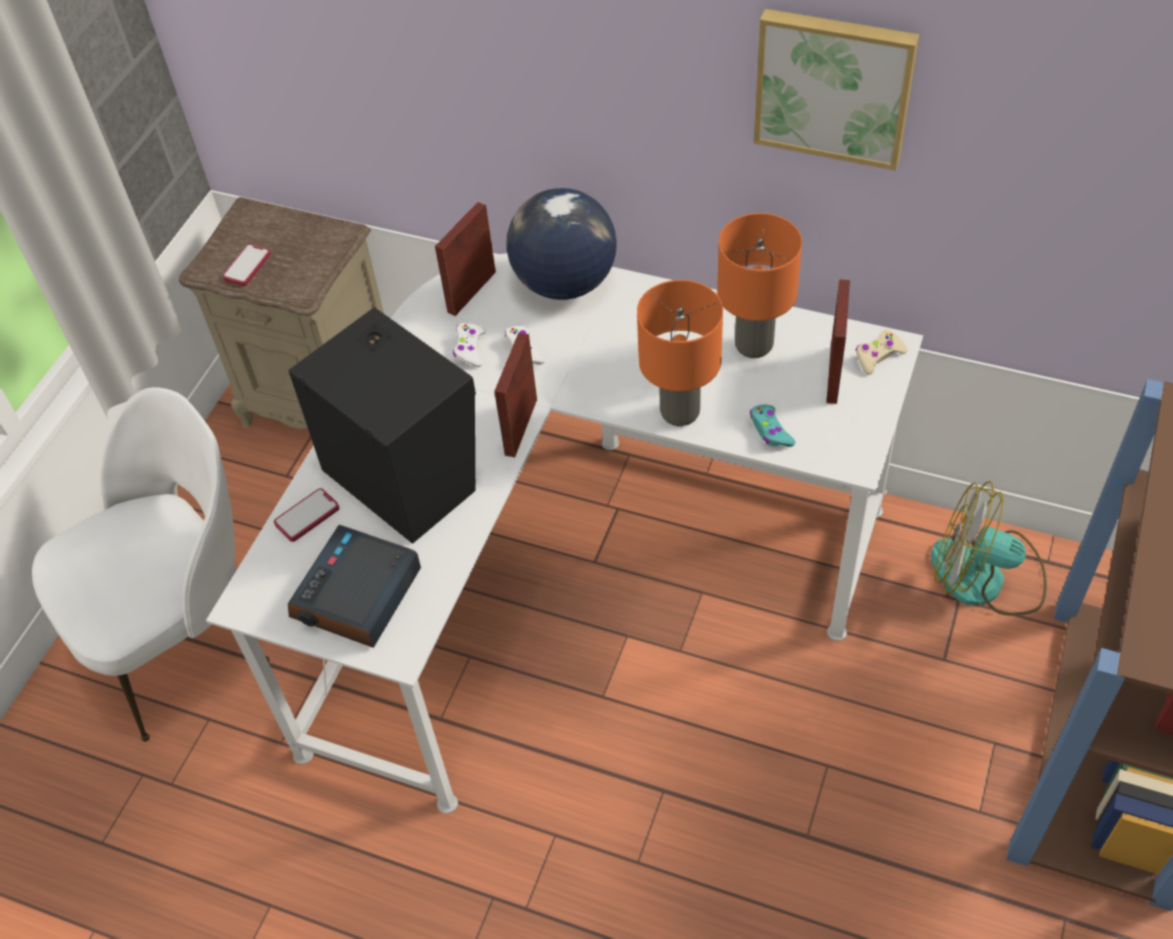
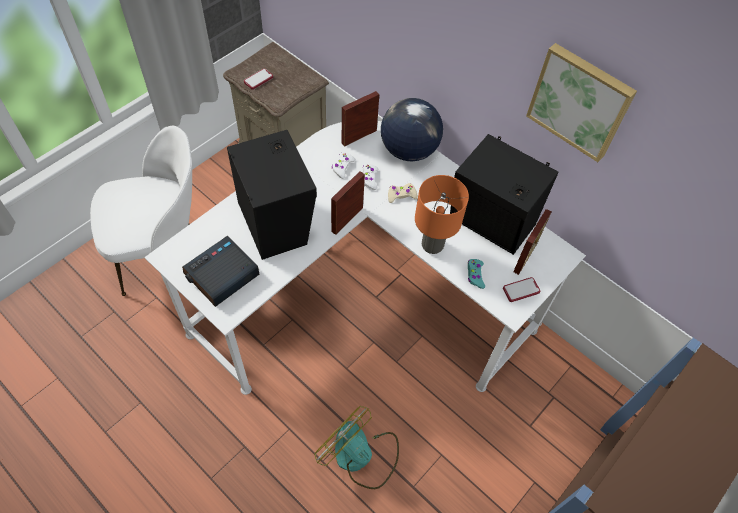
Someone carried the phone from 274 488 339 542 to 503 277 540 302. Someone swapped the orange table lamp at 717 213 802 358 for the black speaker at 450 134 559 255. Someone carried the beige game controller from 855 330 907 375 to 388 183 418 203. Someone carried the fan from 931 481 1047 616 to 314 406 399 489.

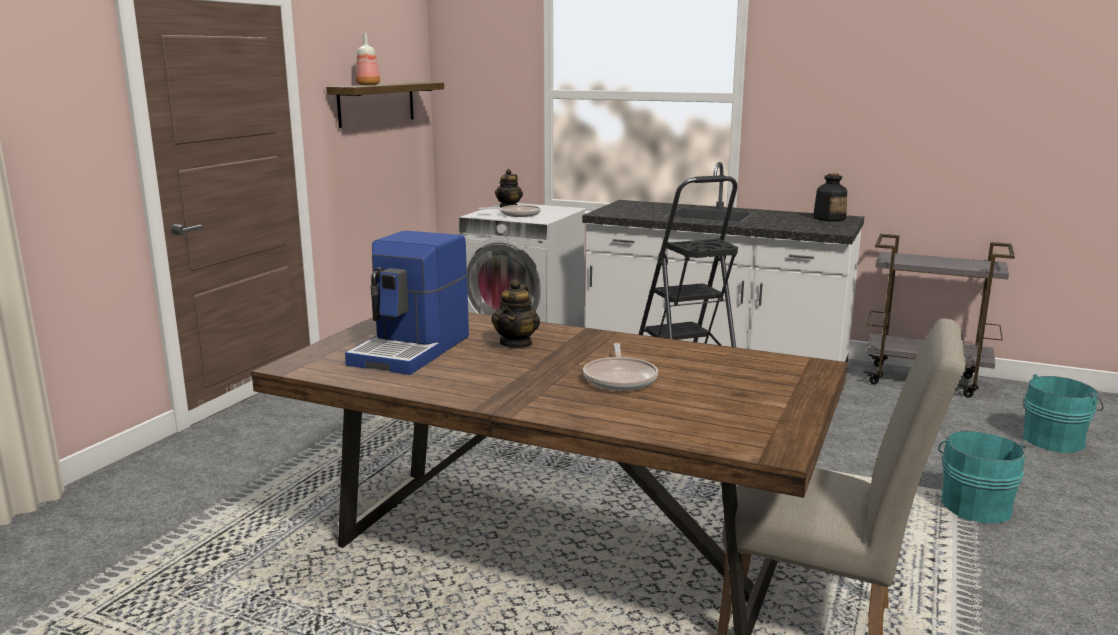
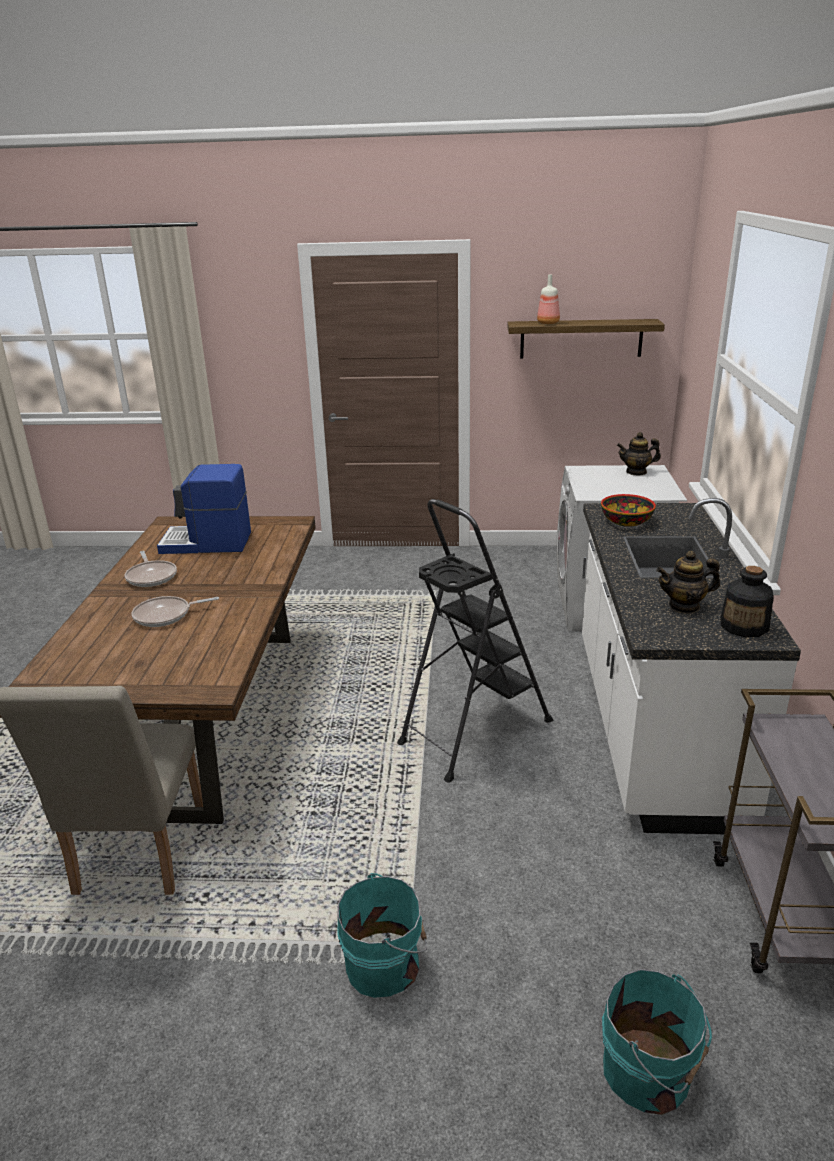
Someone carried the frying pan from 478 205 541 217 to 125 551 177 587. Someone carried the teapot from 491 279 540 349 to 656 551 720 614. Someone put down the bowl at 601 494 656 527.

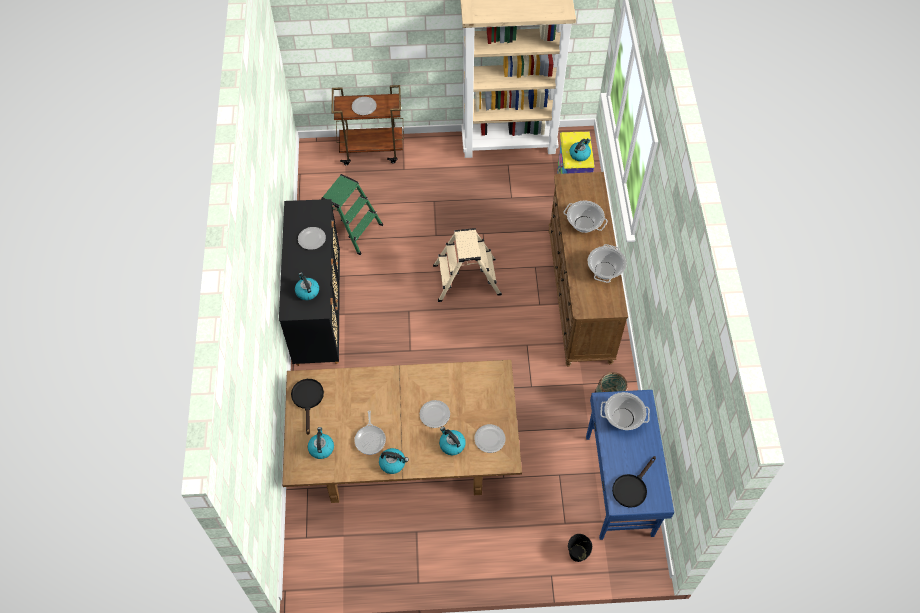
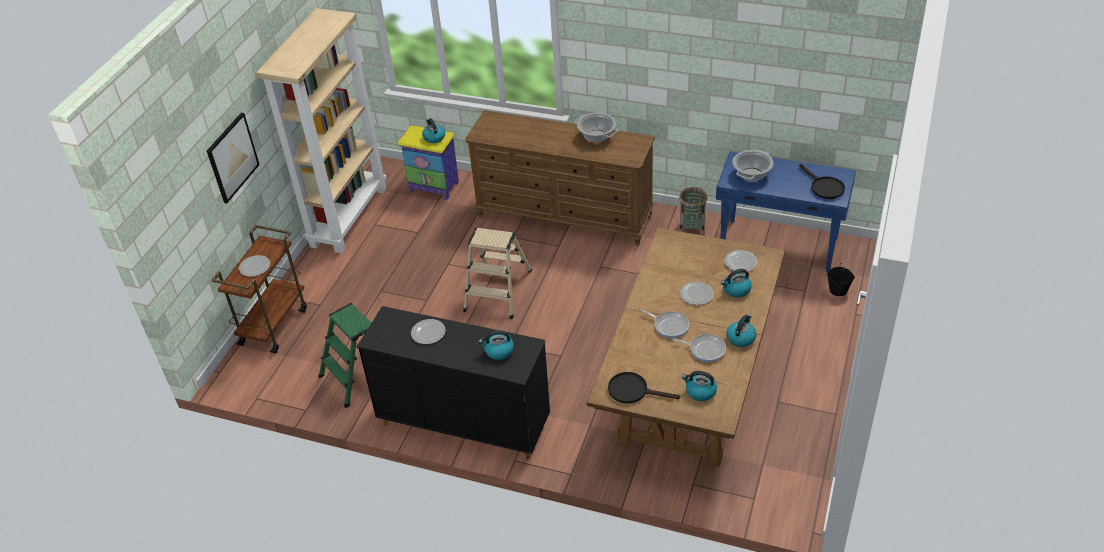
Someone took away the cooking pot at 563 201 608 233. Someone put up the picture at 207 113 260 203. Someone put down the frying pan at 641 309 689 338.

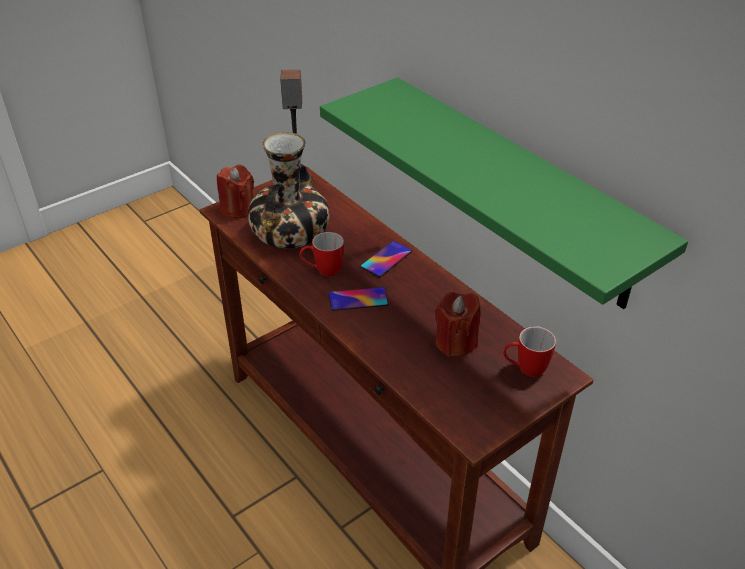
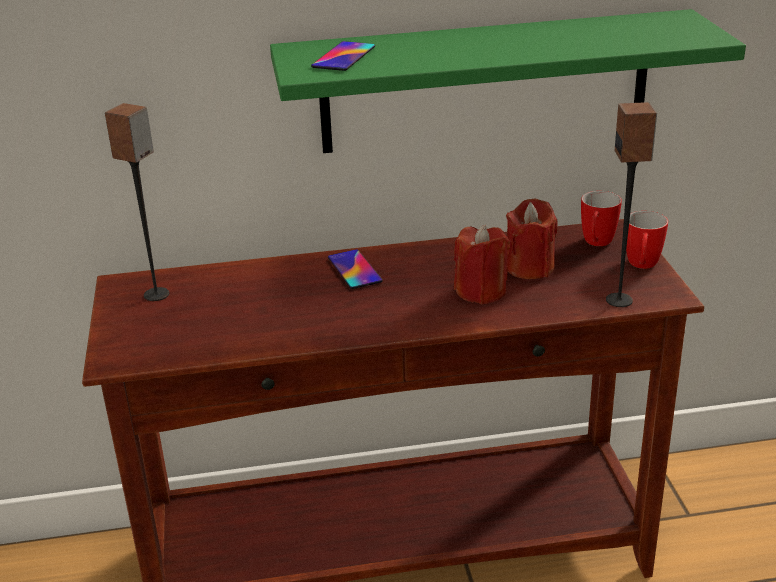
Someone carried the red candle from 217 165 254 218 to 454 225 510 304. Someone took away the vase at 248 132 330 248. Someone carried the mug from 300 232 344 277 to 626 211 668 269. Someone carried the phone from 329 287 388 311 to 311 41 375 71. Someone put down the speaker at 606 102 657 307.

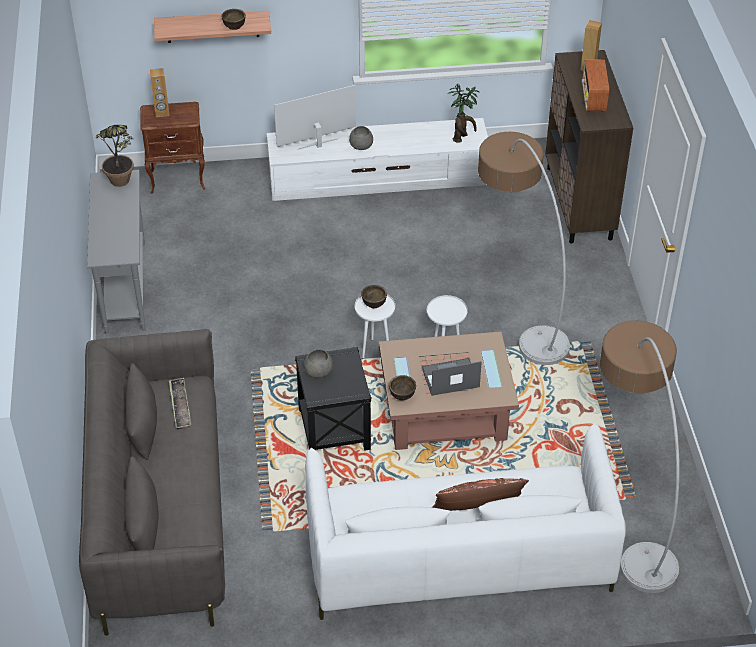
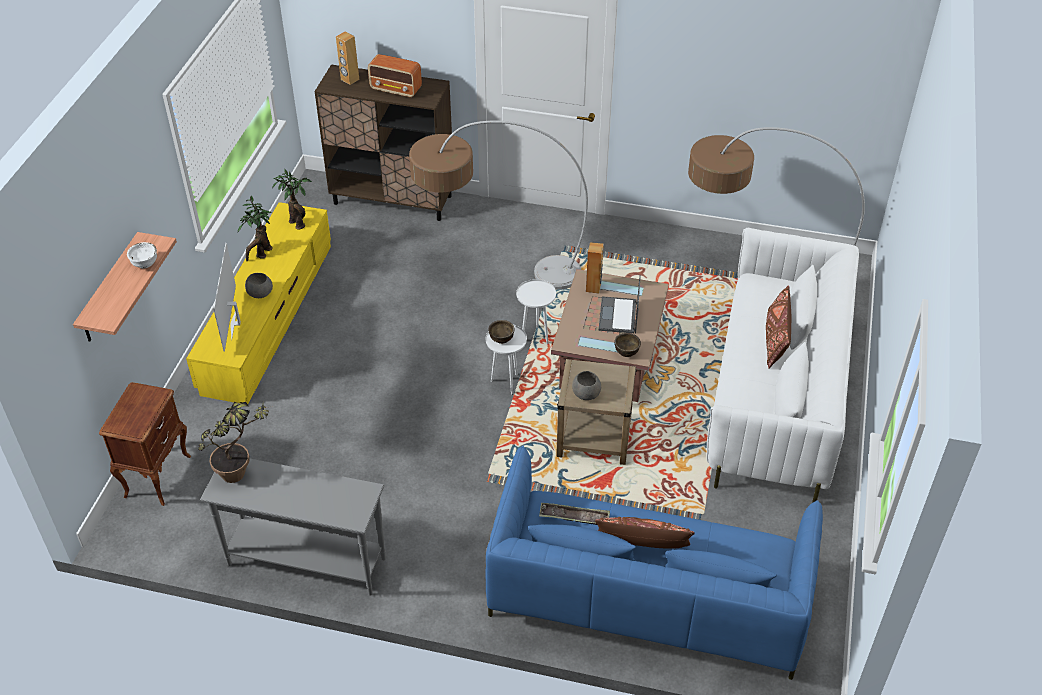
Someone repainted the grey sofa at 79 329 225 636, which became the blue sofa at 485 446 823 680. Someone carried the brown speaker from 150 68 169 117 to 586 242 604 294. Someone repainted the brown bowl at 221 9 246 30, which became the white bowl at 127 242 157 268. Someone repainted the white tv stand at 267 118 488 201, which became the yellow tv stand at 186 202 331 404. Someone repainted the black side table at 295 347 372 451, which became the beige side table at 556 359 637 465. Someone put down the potted plant at 238 196 272 261. Someone put down the brown pillow at 595 517 695 548.

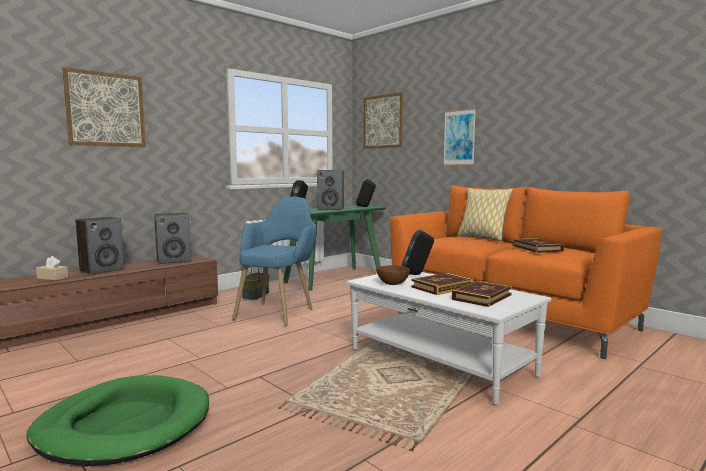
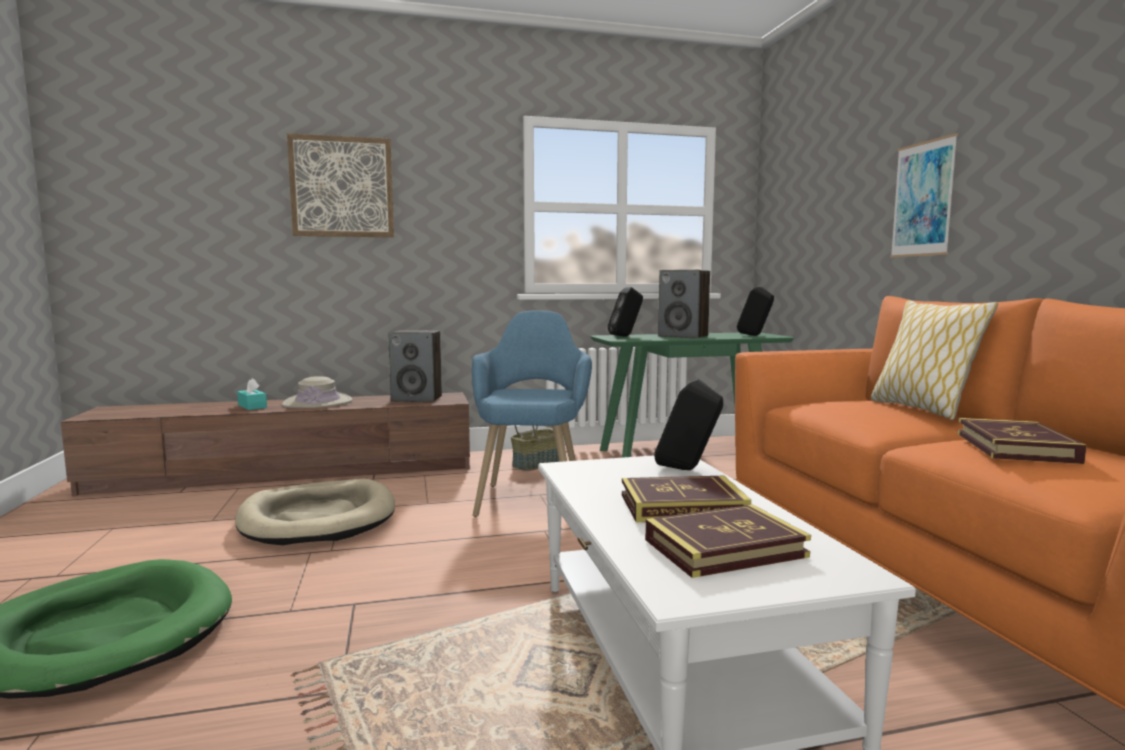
Someone repainted the beige tissue box at 36 256 68 280, which became the turquoise tissue box at 237 378 267 410. Someone swapped the speaker at 76 217 124 275 for the beige hat at 282 376 352 408. Someone rotated the blue armchair at 232 197 317 327 by 45 degrees counterclockwise. Someone took away the picture at 364 92 403 149. Someone took away the brown bowl at 376 265 410 285. Someone put down the beige dog bed at 235 479 395 545.

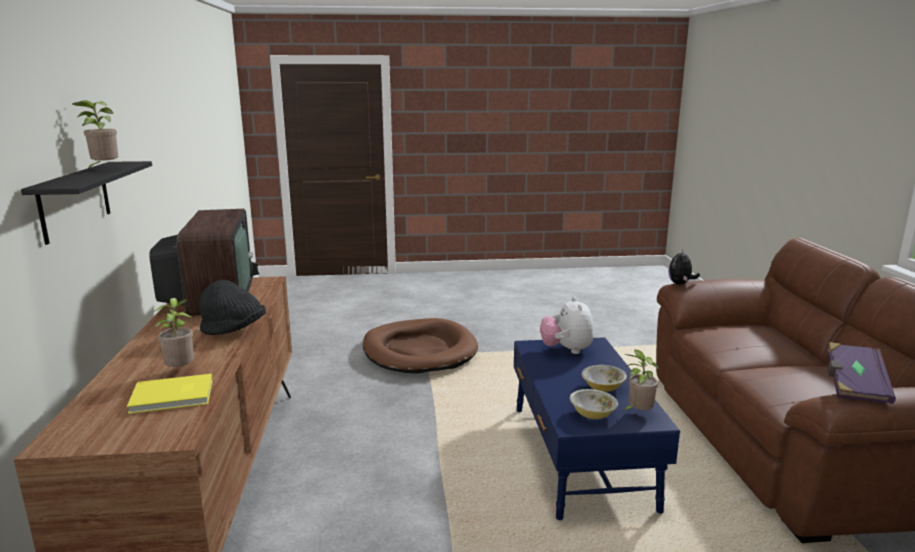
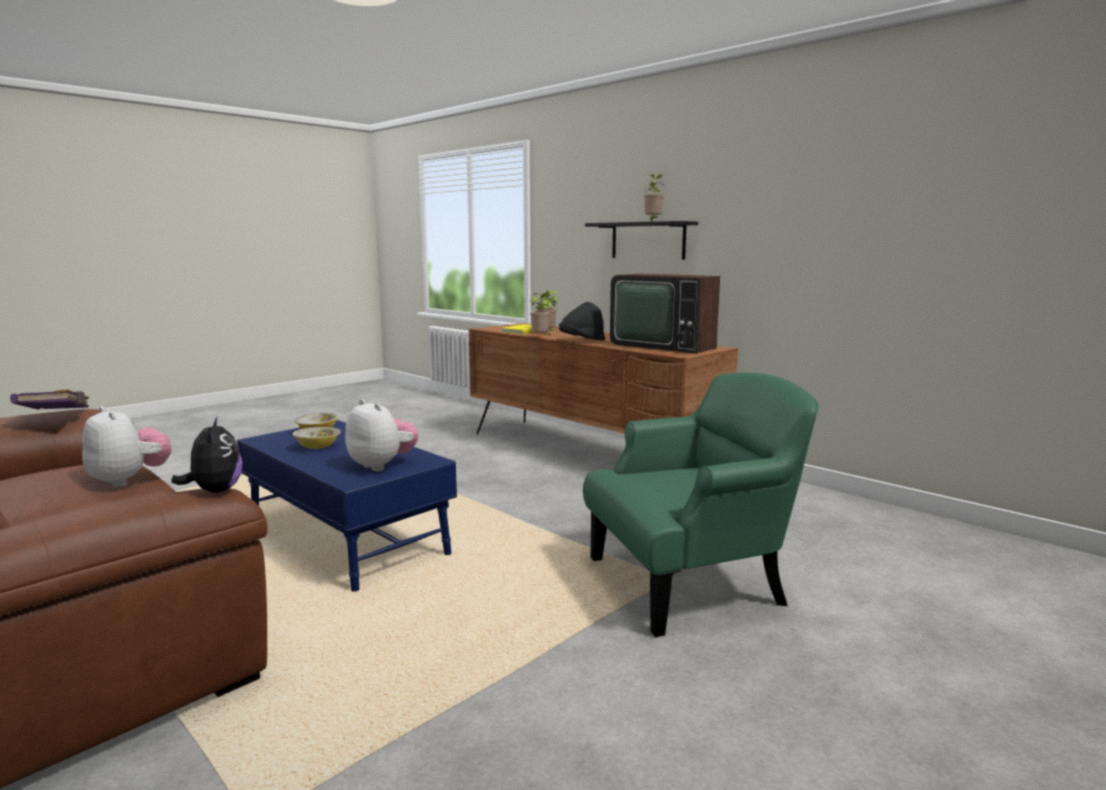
Someone swapped the brown dog bed at 363 318 478 374 for the green armchair at 583 372 819 637. Someone carried the potted plant from 623 350 659 411 to 530 293 553 335. Someone put down the plush toy at 82 406 172 487.

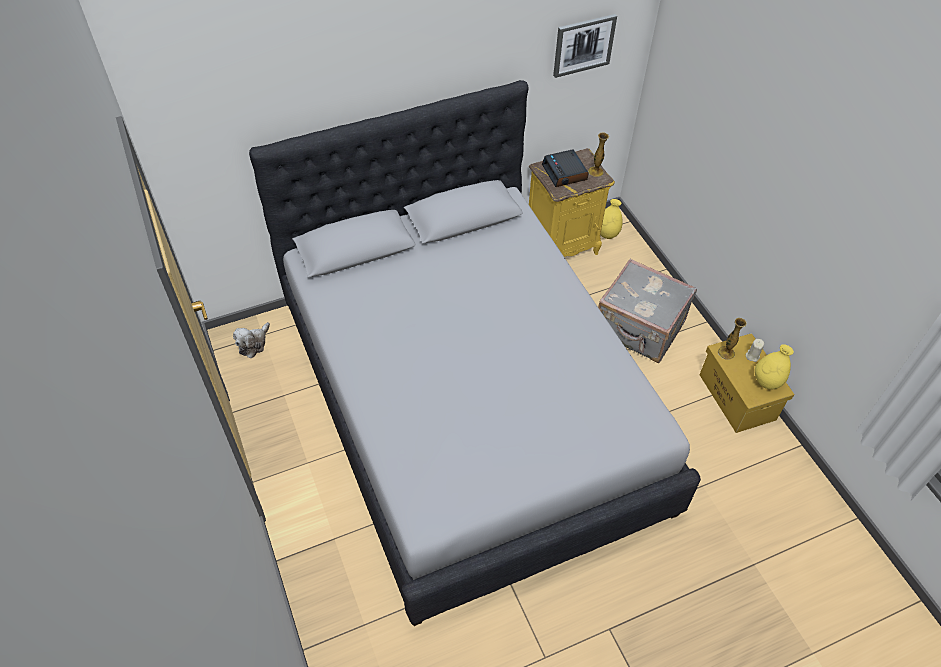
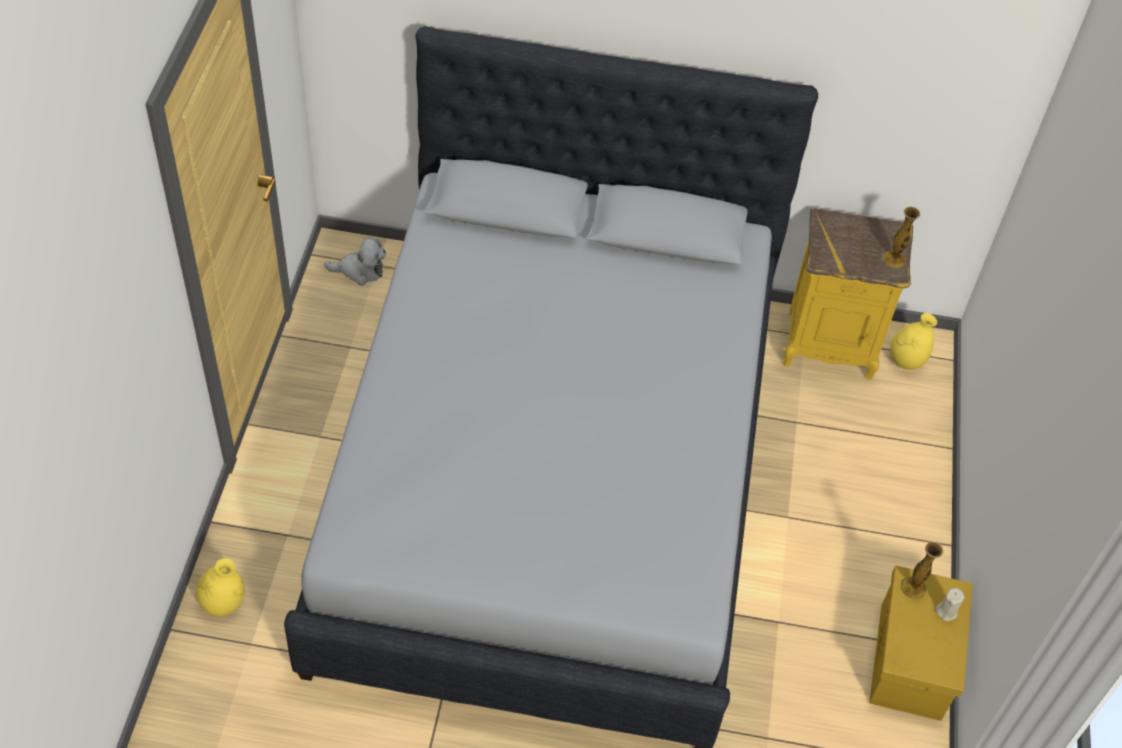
Someone rotated the plush toy at 233 322 270 358 by 150 degrees counterclockwise. Someone took away the alarm clock at 542 150 589 187. Someone took away the picture at 553 14 617 78. Someone took away the grey suitcase at 598 259 697 363. Someone carried the yellow vase from 755 344 794 390 to 196 558 245 616.

